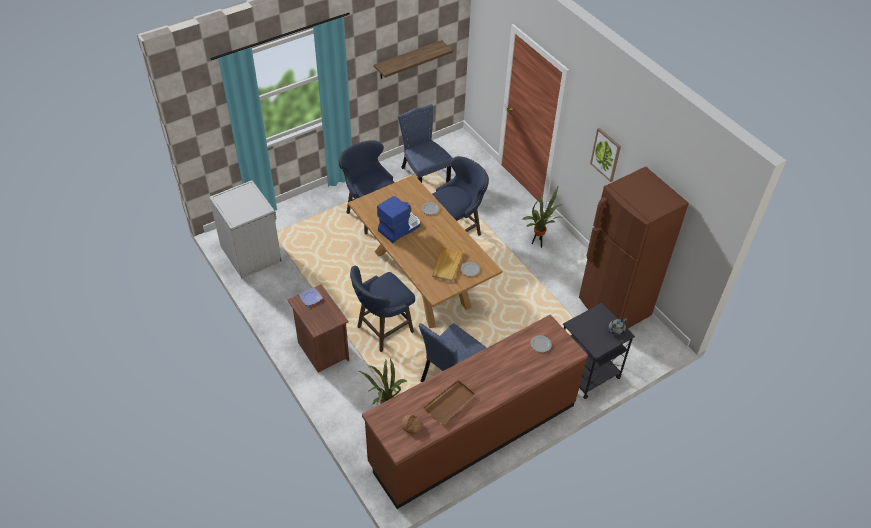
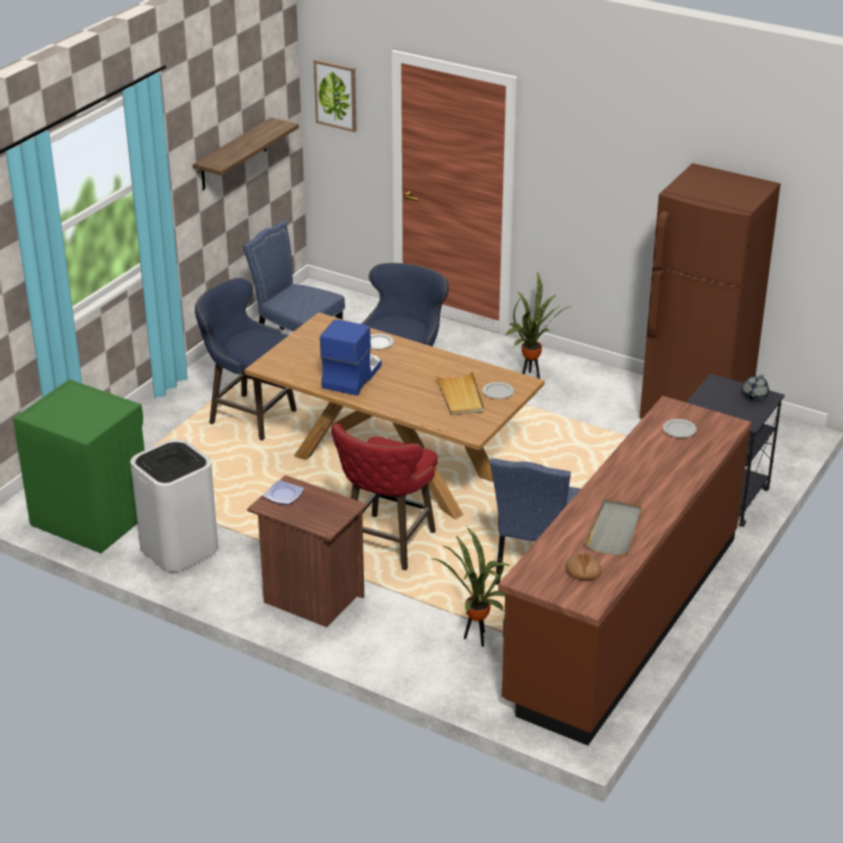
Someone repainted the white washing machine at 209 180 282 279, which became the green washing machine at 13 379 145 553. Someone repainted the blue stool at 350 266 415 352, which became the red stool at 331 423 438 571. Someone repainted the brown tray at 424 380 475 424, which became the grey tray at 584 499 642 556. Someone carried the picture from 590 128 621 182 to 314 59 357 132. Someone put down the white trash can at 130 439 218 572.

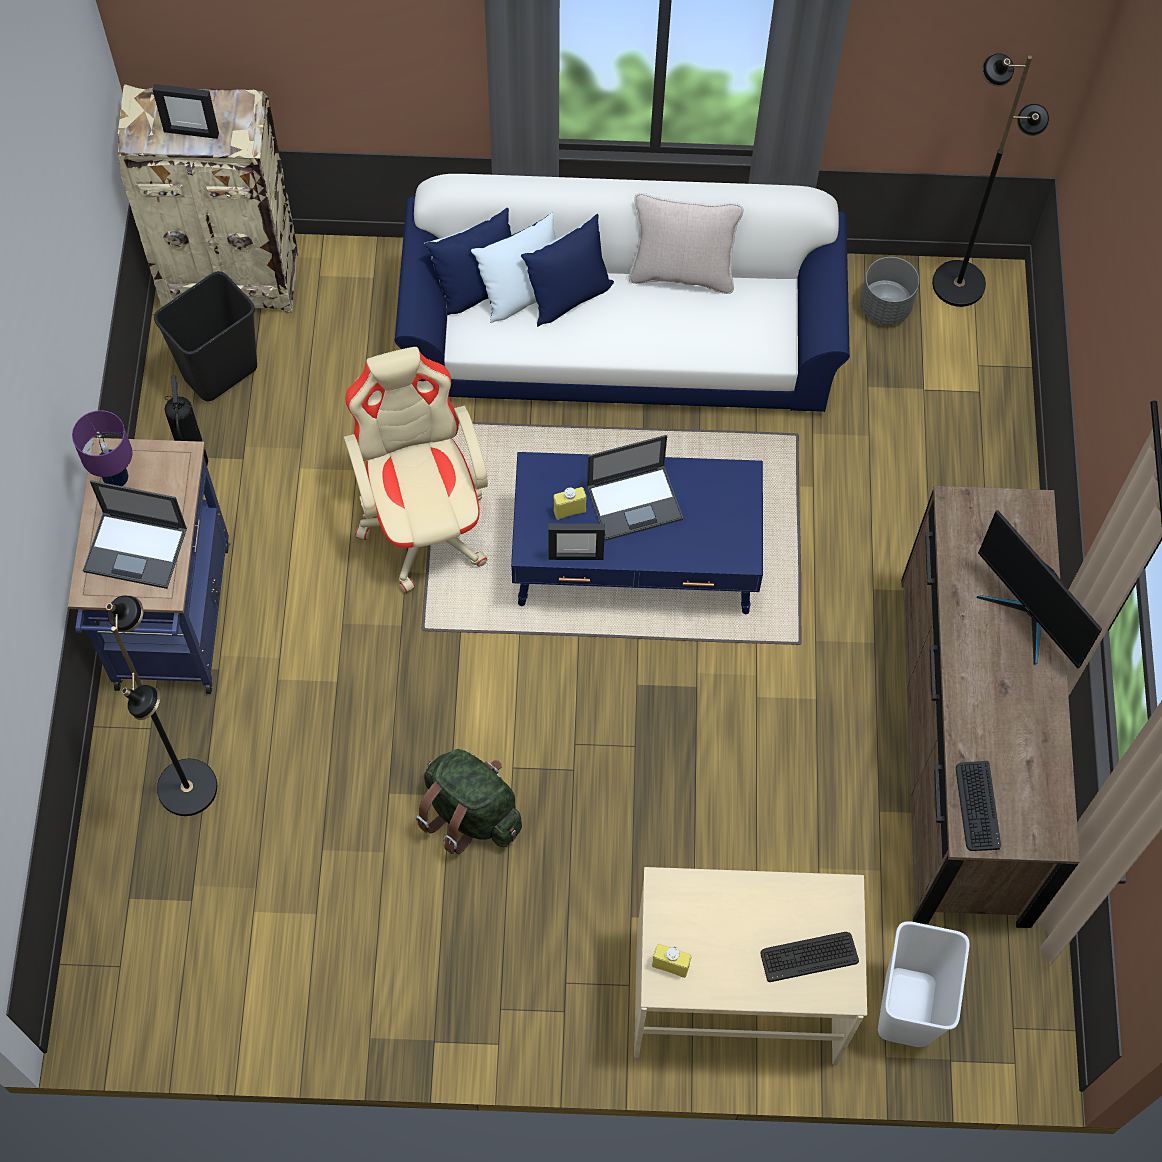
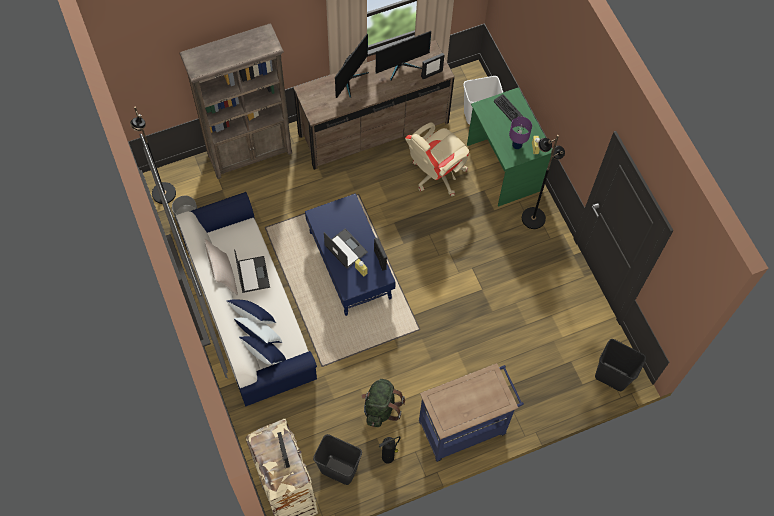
Someone carried the purple table lamp from 72 410 132 486 to 509 117 532 149. Someone carried the laptop from 83 480 187 589 to 234 249 270 293. Someone carried the black floor lamp from 106 596 217 816 to 522 135 565 229. Someone carried the beige office chair from 344 347 488 593 to 405 122 469 196. Someone carried the green backpack from 416 749 522 854 to 361 379 405 427. Someone repainted the beige desk at 634 867 867 1065, which became the green desk at 467 88 553 207. Someone swapped the keyboard at 956 761 1001 851 for the picture frame at 421 53 444 79. Someone put down the brown bookcase at 179 23 292 179. Someone put down the monitor at 376 31 431 81. Someone put down the black trash can at 595 339 646 391.

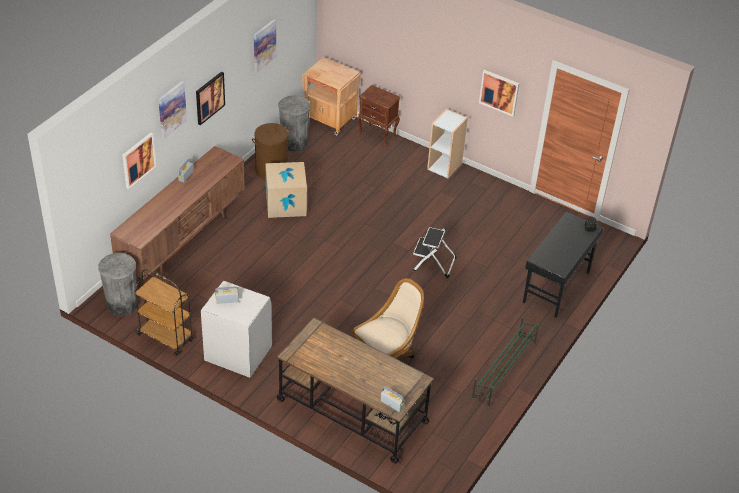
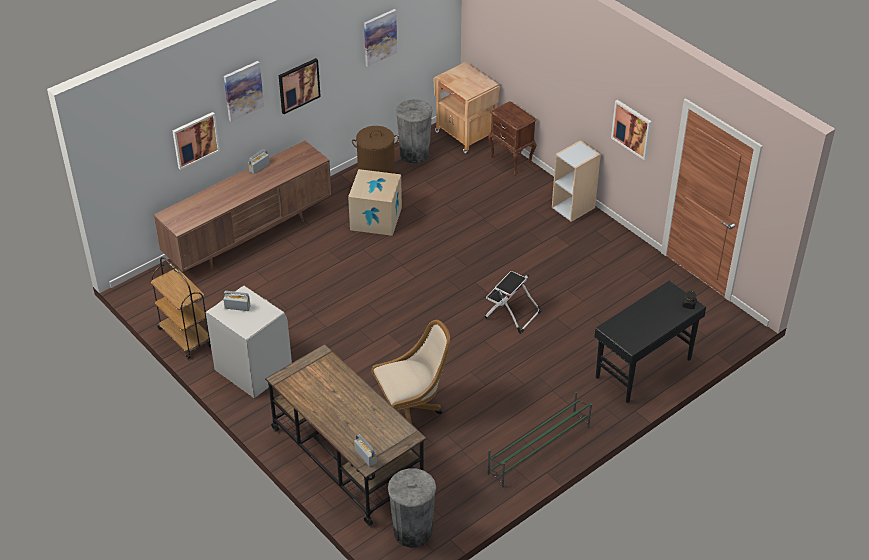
Someone carried the grey trash can from 98 253 137 316 to 388 468 436 548.

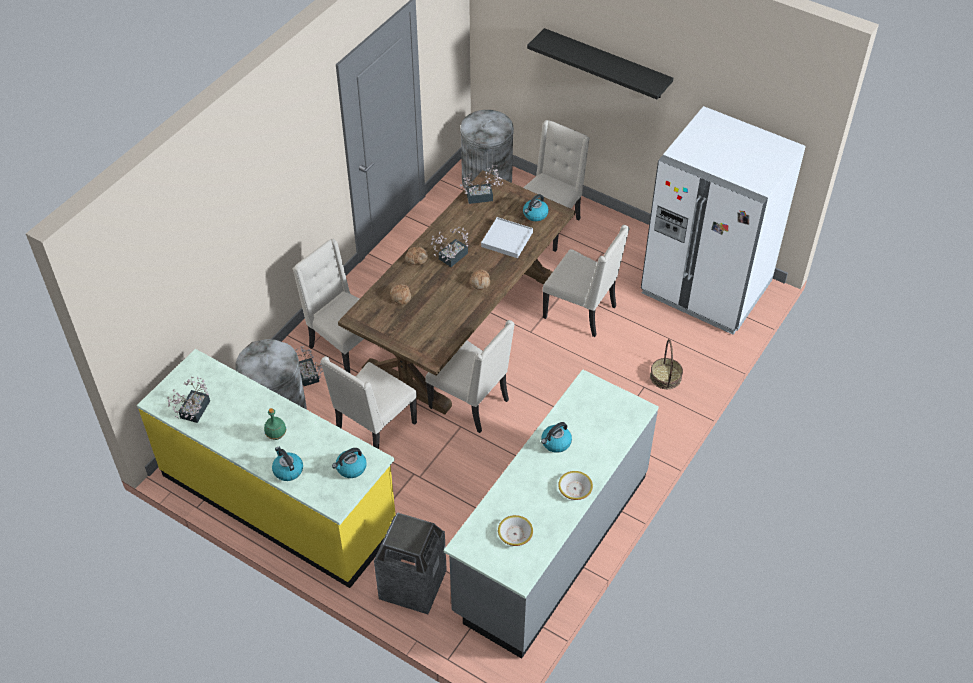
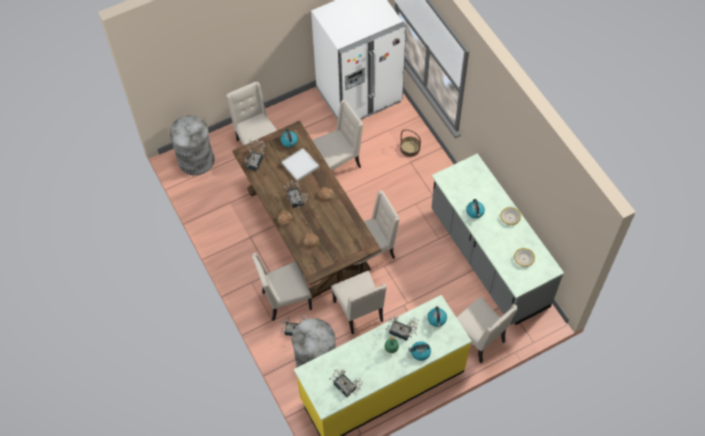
Someone swapped the trash can at 374 512 447 614 for the beige chair at 456 297 518 363. Someone took away the black shelf at 527 28 673 99. Someone put down the potted plant at 385 316 419 341.

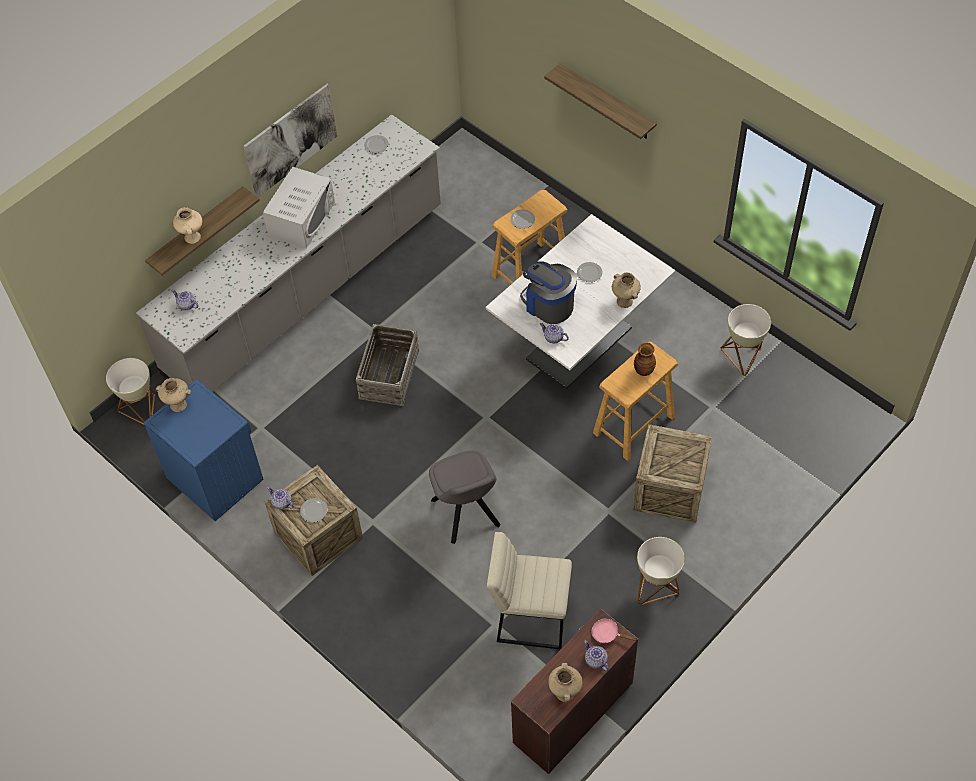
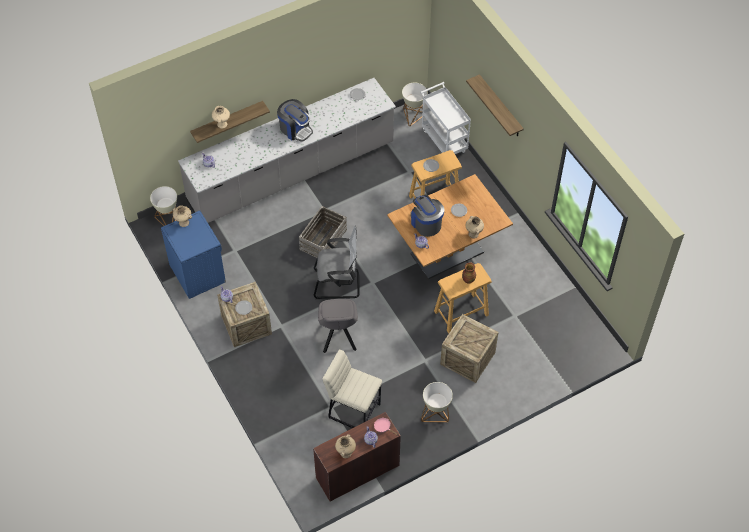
Someone took away the picture at 244 84 337 197. Someone swapped the white microwave at 263 167 335 248 for the coffee machine at 277 99 313 142. Someone repainted the white dining table at 486 214 675 389, which became the brown dining table at 387 174 513 279. Someone carried the planter from 721 304 771 376 to 402 83 428 126. Someone put down the chair at 314 226 360 299. Someone put down the white cart at 420 82 471 154.

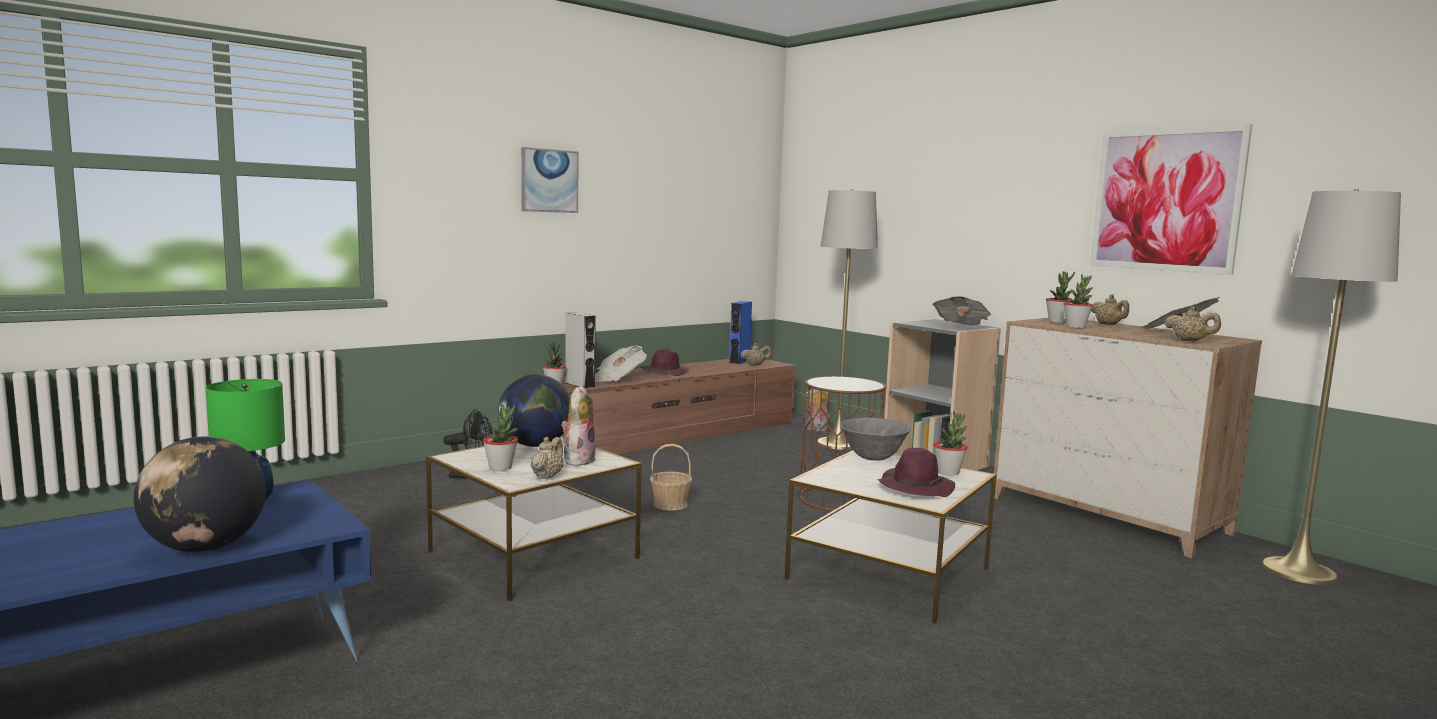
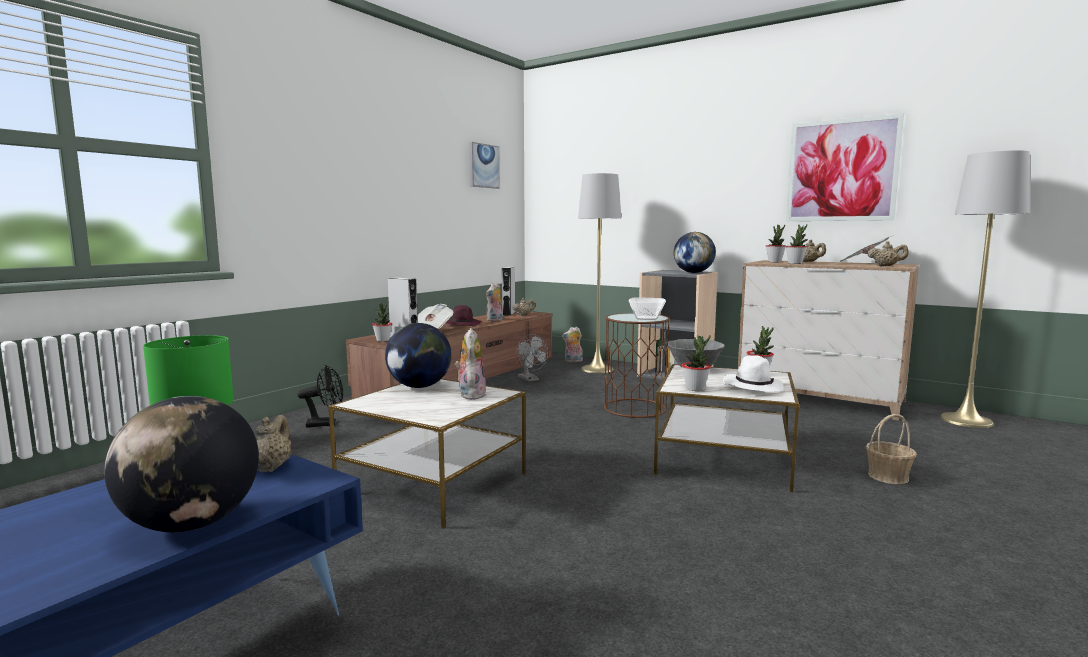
Someone carried the potted plant from 483 404 518 471 to 682 336 711 391. Someone carried the picture from 521 147 579 213 to 470 142 500 189. Someone carried the beige teapot from 531 437 563 479 to 255 415 292 473. Someone carried the basket from 650 444 693 511 to 866 414 917 484. Someone repainted the blue speaker at 729 301 752 364, which became the grey speaker at 502 267 515 316. Someone repainted the purple hat at 877 448 955 497, which became the white hat at 723 355 784 392. Someone swapped the newspaper at 933 297 991 325 for the globe at 674 232 716 273. Someone put down the plush toy at 486 283 503 321. Someone put down the grey fan at 517 334 548 382. Someone put down the bowl at 629 298 666 320.

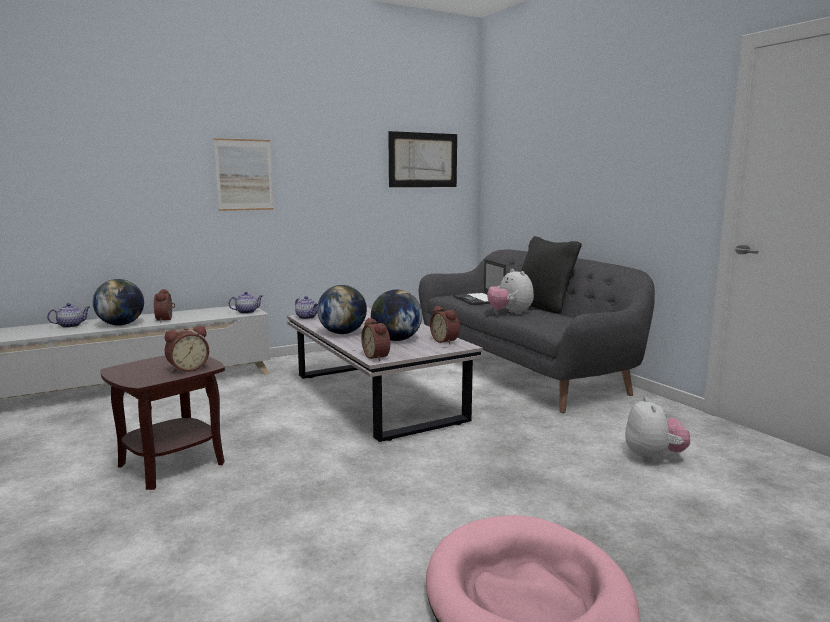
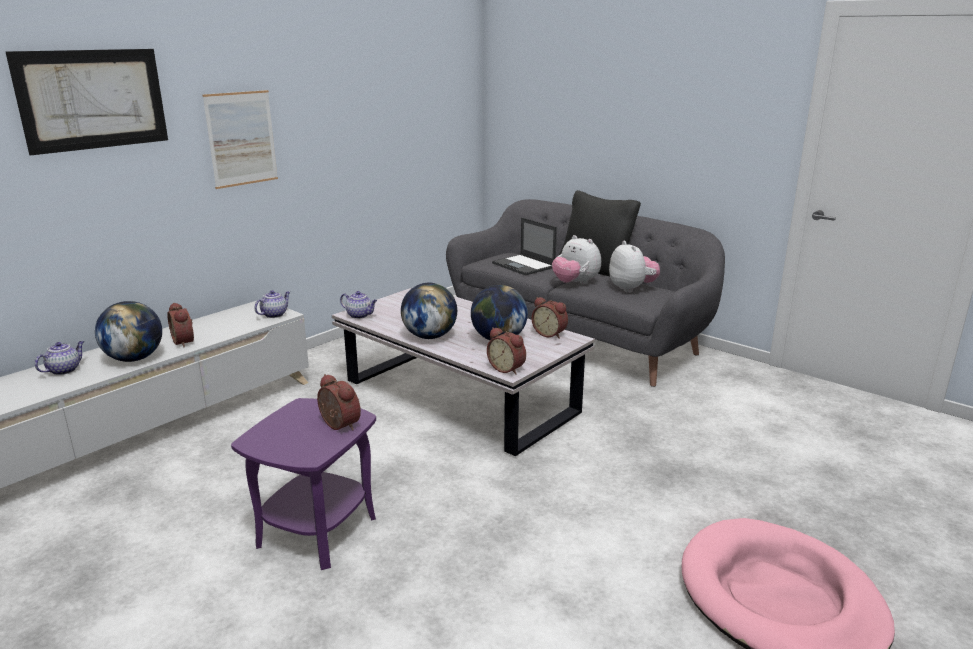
Someone repainted the brown side table at 101 355 225 490, which became the purple side table at 231 398 376 570. Someone rotated the alarm clock at 165 326 209 373 by 75 degrees counterclockwise. Someone carried the picture from 388 131 457 187 to 6 49 168 156. Someone carried the plush toy from 625 397 690 462 to 609 241 660 293.

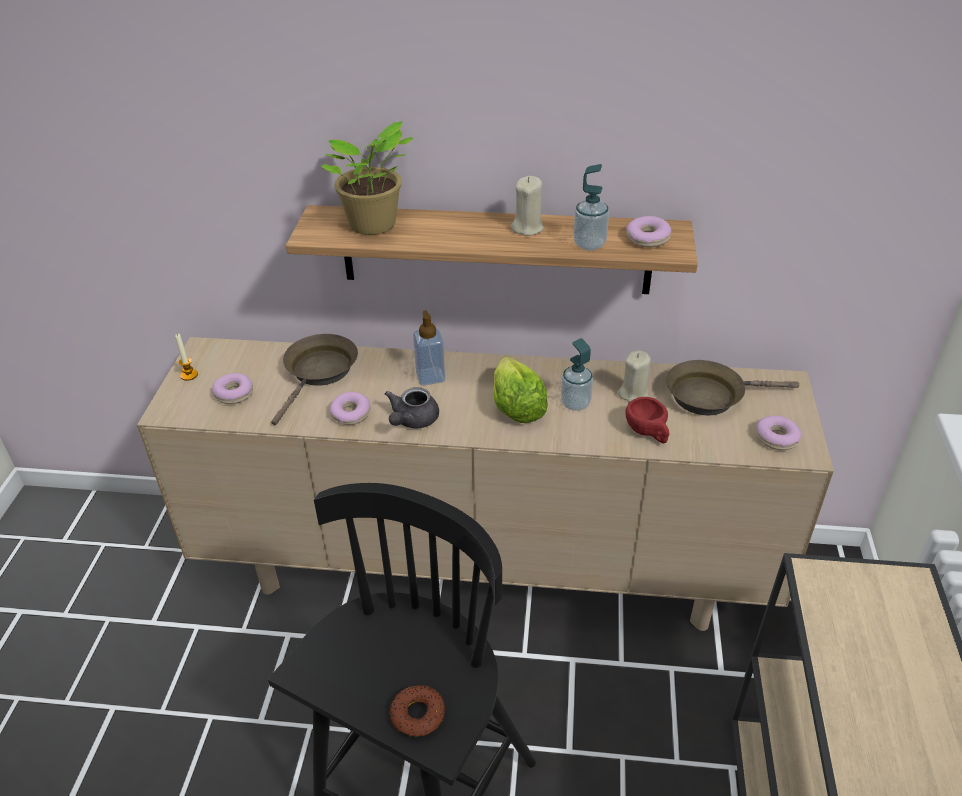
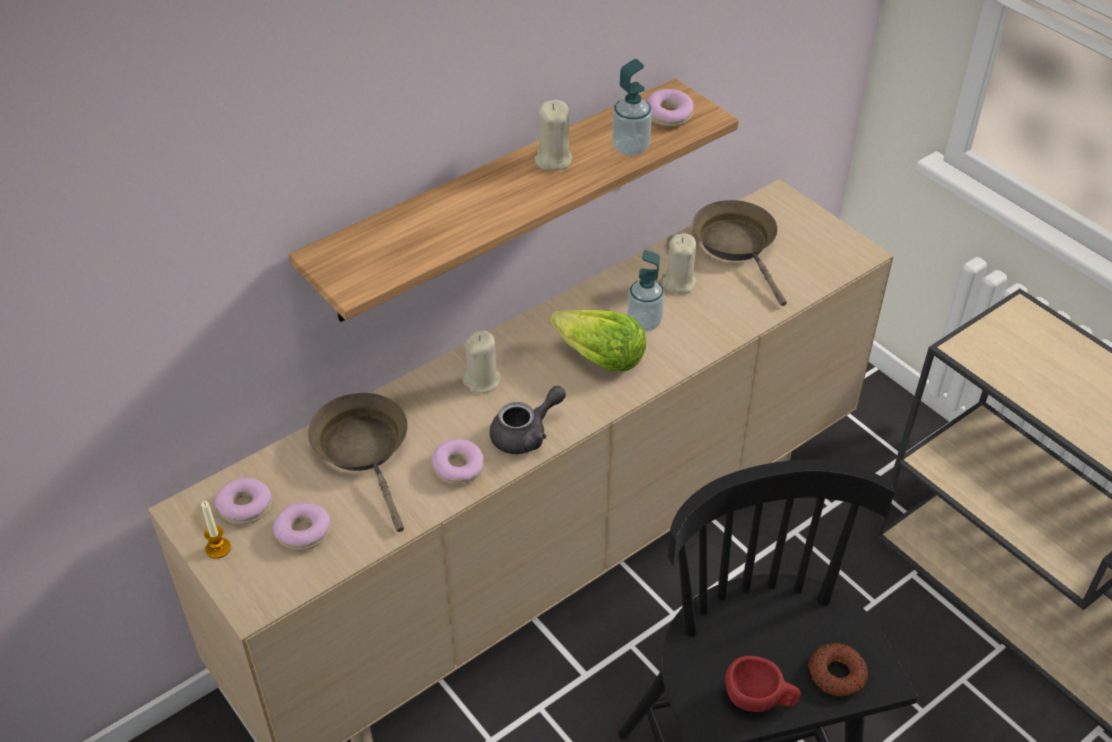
Someone took away the potted plant at 321 121 413 235. Someone rotated the grey teapot at 385 387 439 428 by 105 degrees counterclockwise. Someone swapped the soap dispenser at 413 310 445 385 for the beige candle at 462 330 502 393. Someone carried the red cup from 625 397 669 444 to 725 656 801 712. Someone rotated the brown frying pan at 666 360 799 415 by 120 degrees clockwise. Someone carried the donut from 756 416 801 450 to 215 477 272 525.

